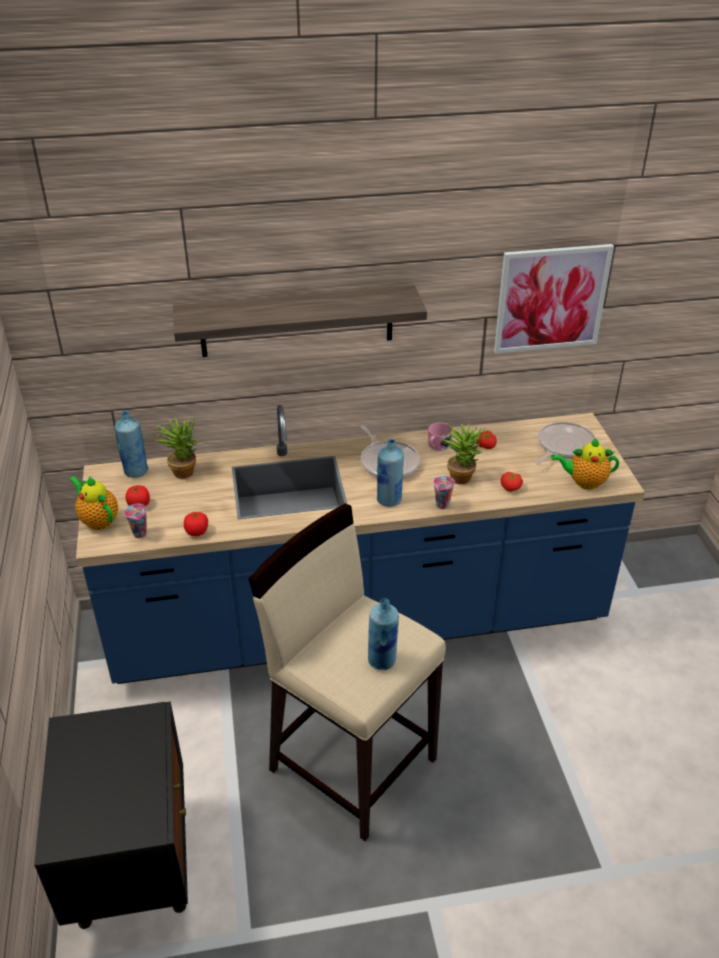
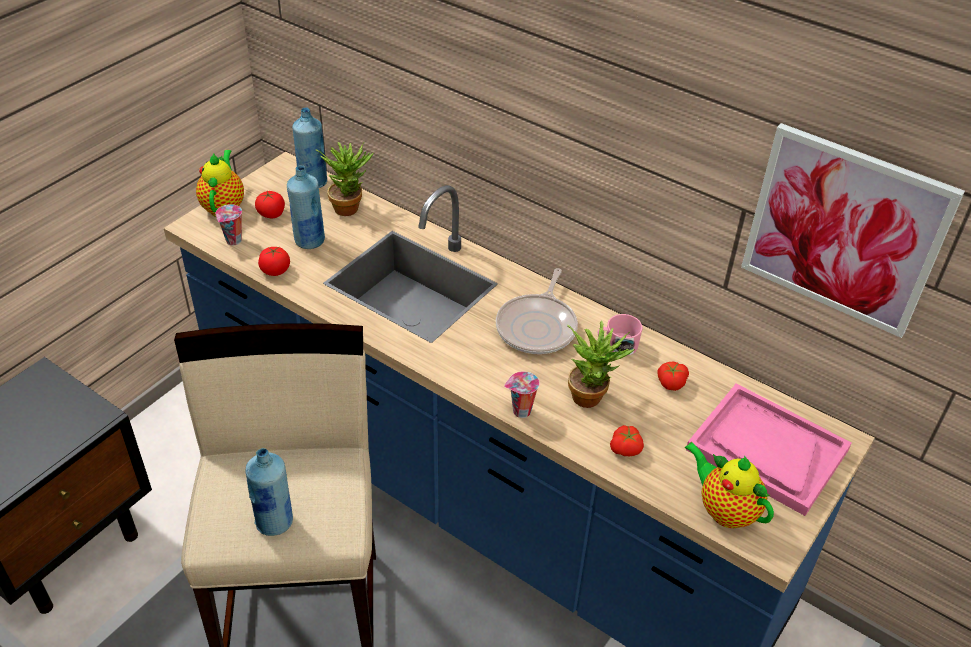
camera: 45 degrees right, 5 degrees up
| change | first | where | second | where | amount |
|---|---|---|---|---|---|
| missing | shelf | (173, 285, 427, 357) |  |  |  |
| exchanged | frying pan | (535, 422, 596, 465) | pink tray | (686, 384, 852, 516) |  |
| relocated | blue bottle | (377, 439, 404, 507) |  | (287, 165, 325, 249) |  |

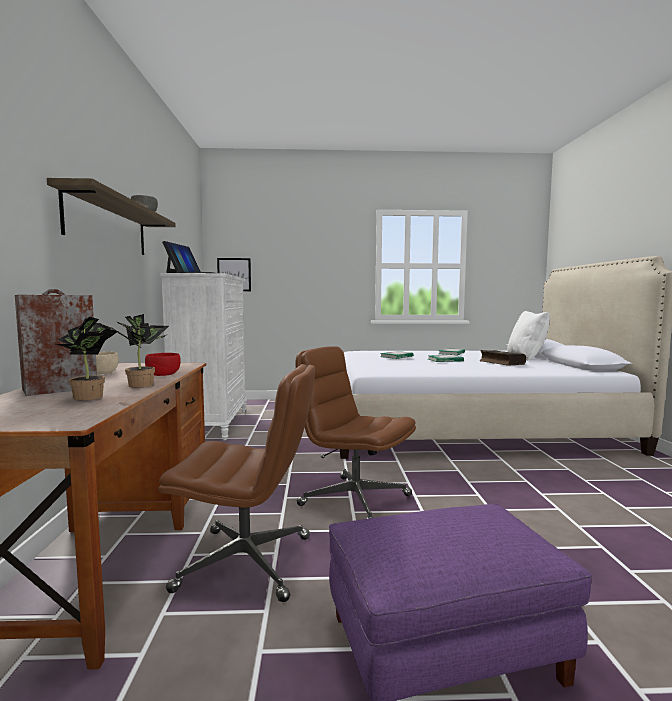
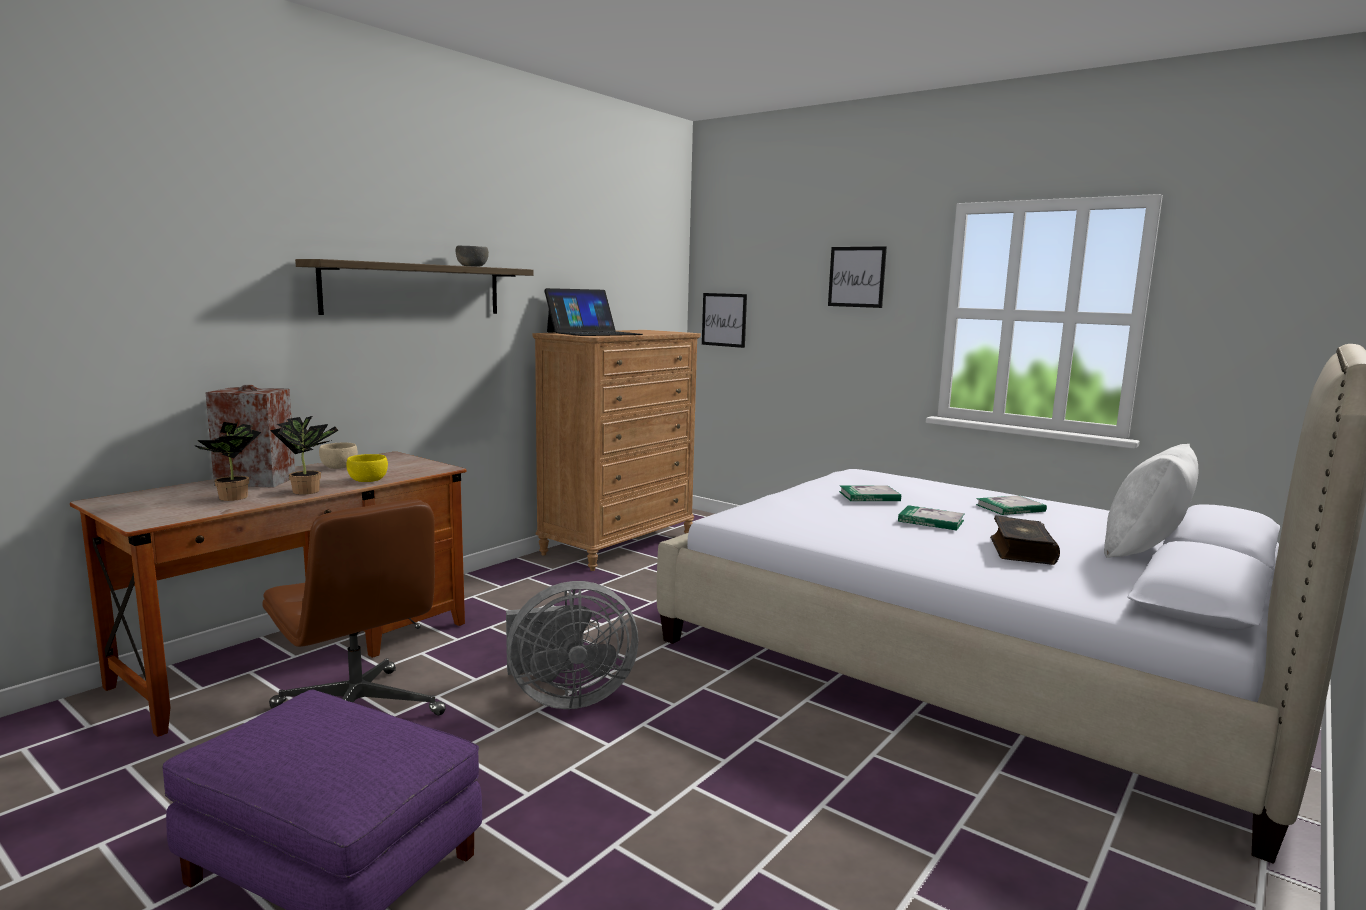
camera: 40 degrees right, 5 degrees up
| change | first | where | second | where | amount |
|---|---|---|---|---|---|
| colour | white dresser | (161, 273, 247, 440) | brown dresser | (532, 330, 701, 571) |  |
| exchanged | brown office chair | (295, 346, 416, 519) | grey fan | (506, 581, 638, 709) |  |
| colour | red bowl | (145, 353, 181, 376) | yellow bowl | (346, 454, 388, 482) |  |
| appeared |  |  | picture | (828, 246, 887, 308) |  |

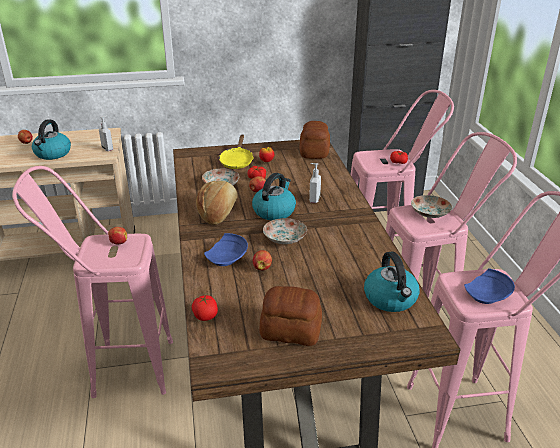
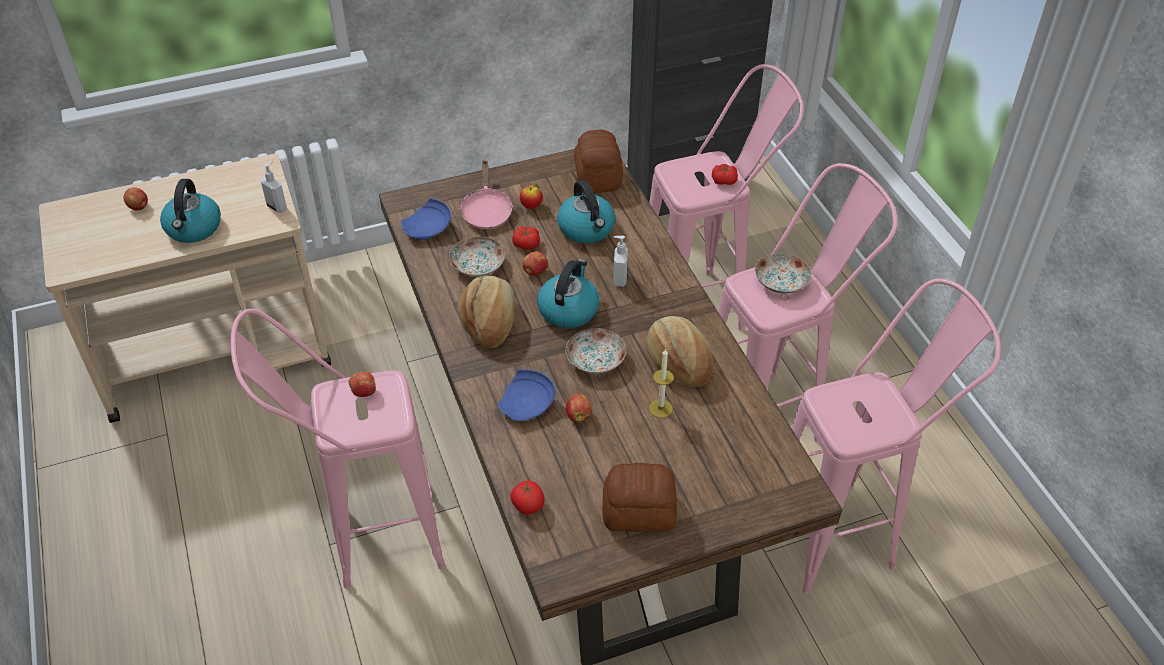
camera: 10 degrees left, 15 degrees up
| change | first | where | second | where | amount |
|---|---|---|---|---|---|
| colour | yellow frying pan | (219, 134, 253, 169) | pink frying pan | (460, 160, 513, 229) |  |
| relocated | kettle | (364, 251, 420, 312) |  | (557, 180, 615, 243) |  |
| relocated | blue plate | (464, 268, 515, 304) |  | (401, 198, 451, 240) |  |
| appeared |  |  | bread | (645, 316, 713, 387) |  |
| appeared |  |  | candle | (649, 349, 674, 418) |  |

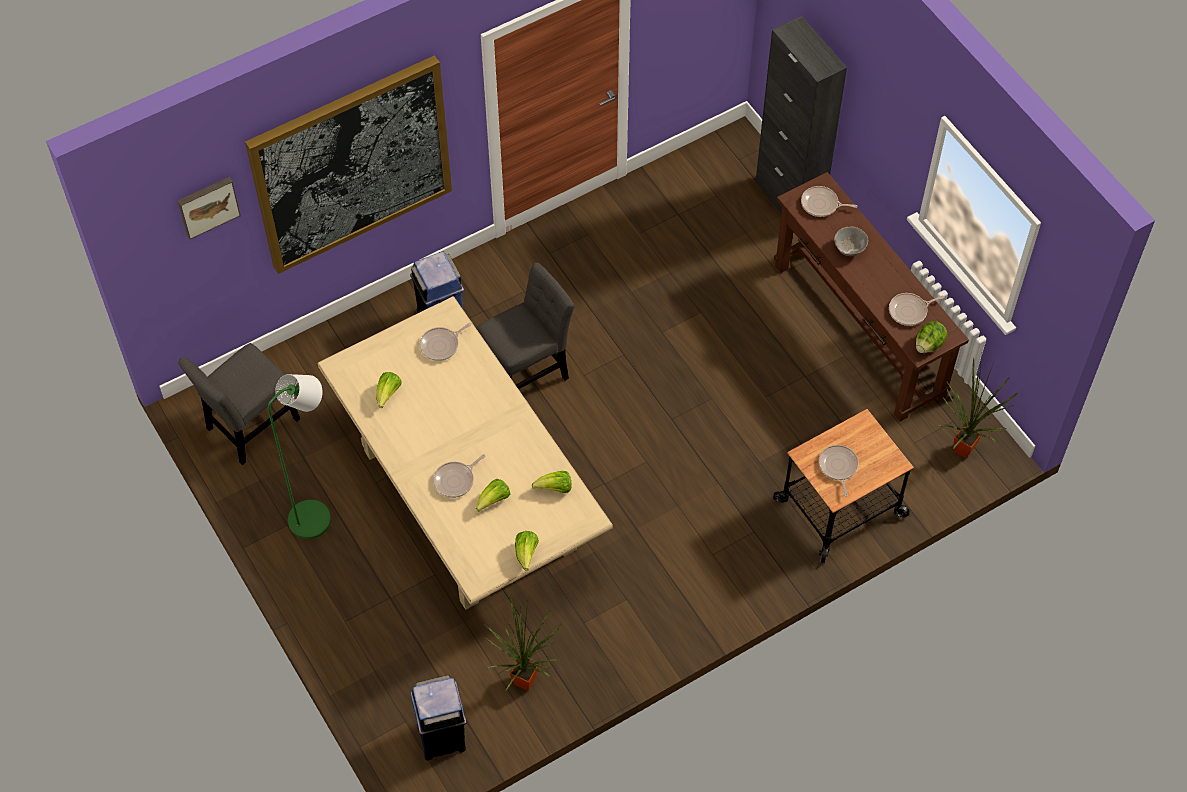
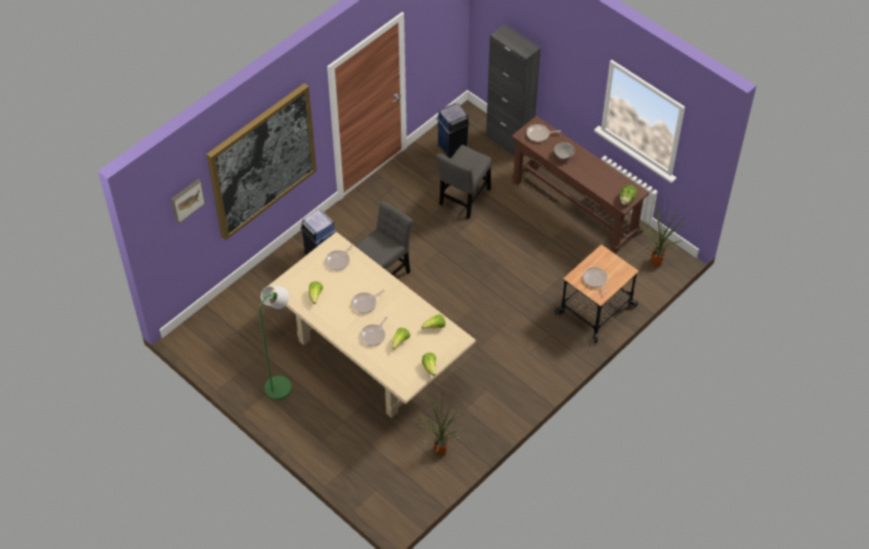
camera: 15 degrees left, 5 degrees down
| change | first | where | second | where | amount |
|---|---|---|---|---|---|
| relocated | frying pan | (889, 293, 944, 326) |  | (351, 290, 385, 313) |  |
| relocated | grey chair | (178, 343, 300, 465) |  | (436, 145, 492, 219) |  |
| relocated | blue trash can | (410, 675, 467, 761) |  | (436, 103, 470, 158) |  |

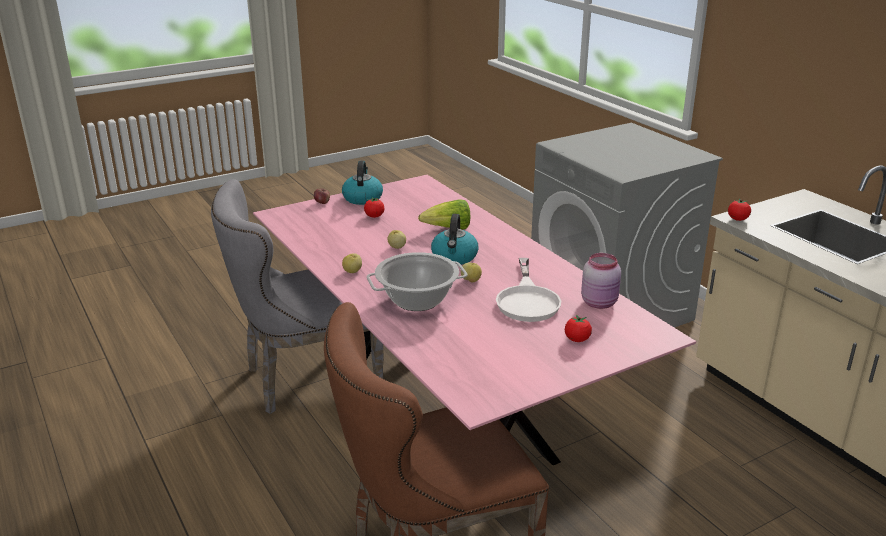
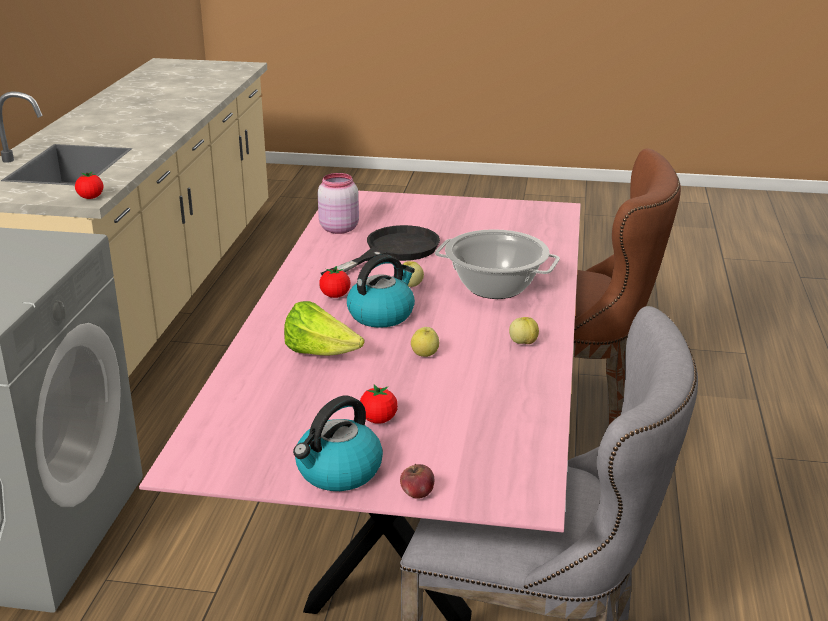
camera: 140 degrees left, 0 degrees up
| change | first | where | second | where | amount |
|---|---|---|---|---|---|
| colour | white frying pan | (496, 258, 561, 322) | black frying pan | (321, 225, 440, 275) |  |
| relocated | tomato | (565, 315, 592, 342) |  | (319, 266, 350, 298) |  |

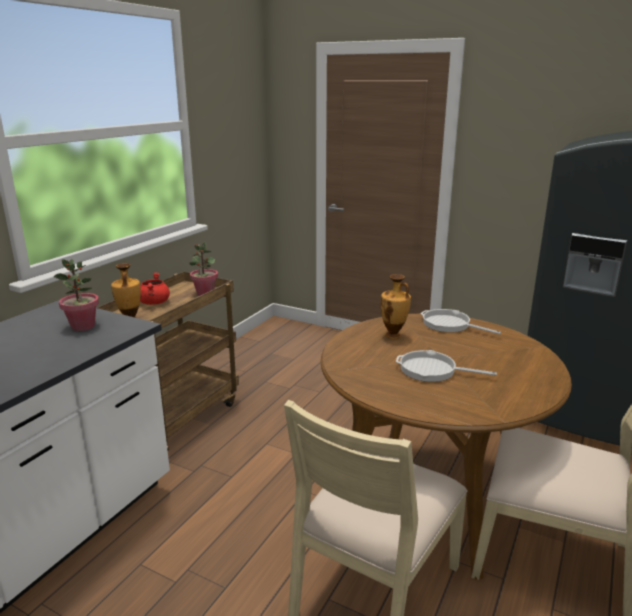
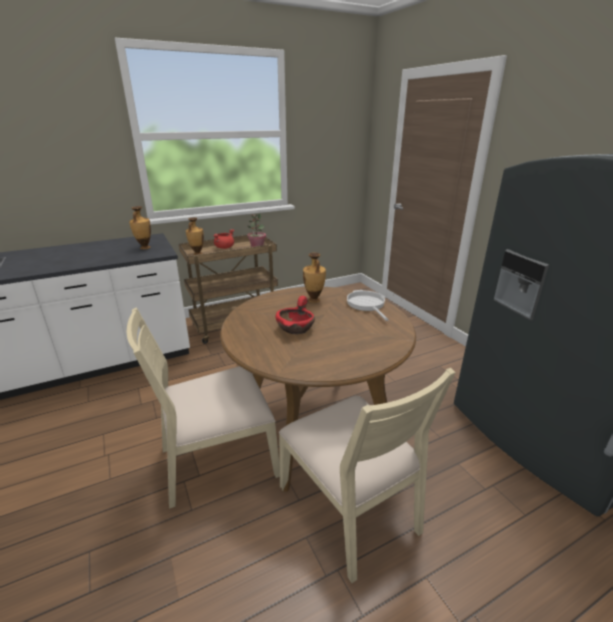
camera: 35 degrees right, 5 degrees up
| change | first | where | second | where | amount |
|---|---|---|---|---|---|
| exchanged | potted plant | (54, 259, 99, 331) | vase | (129, 206, 151, 249) |  |
| exchanged | frying pan | (396, 350, 497, 382) | red bowl | (276, 296, 315, 334) |  |

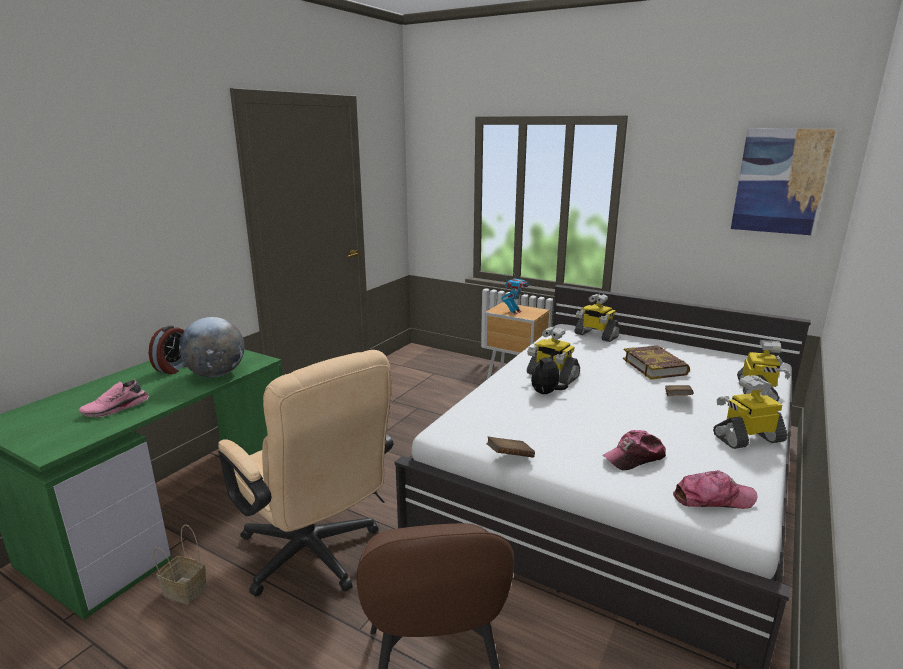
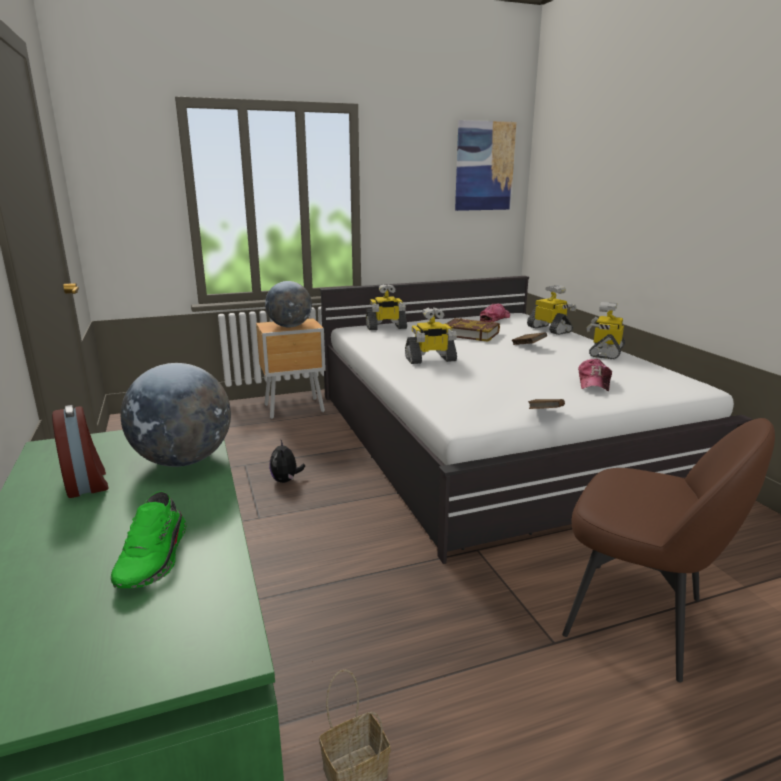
camera: 50 degrees left, 0 degrees up
| change | first | where | second | where | amount |
|---|---|---|---|---|---|
| exchanged | toy robot | (501, 272, 529, 315) | globe | (265, 281, 312, 327) |  |
| missing | beige office chair | (218, 350, 393, 596) |  |  |  |
| relocated | plush toy | (531, 353, 568, 394) |  | (269, 440, 305, 483) |  |
| colour | pink shoe | (79, 380, 149, 417) | green shoe | (111, 491, 187, 588) |  |
| relocated | cap | (673, 470, 757, 509) |  | (480, 304, 510, 322) |  |

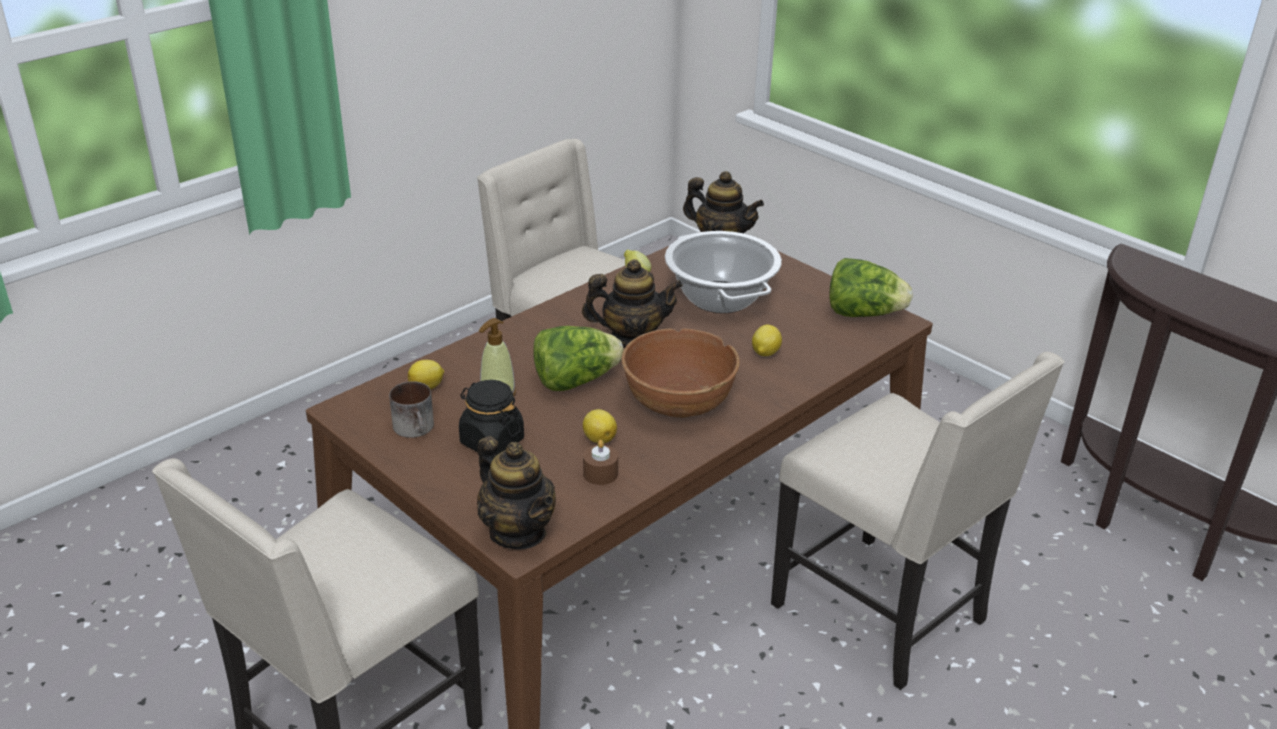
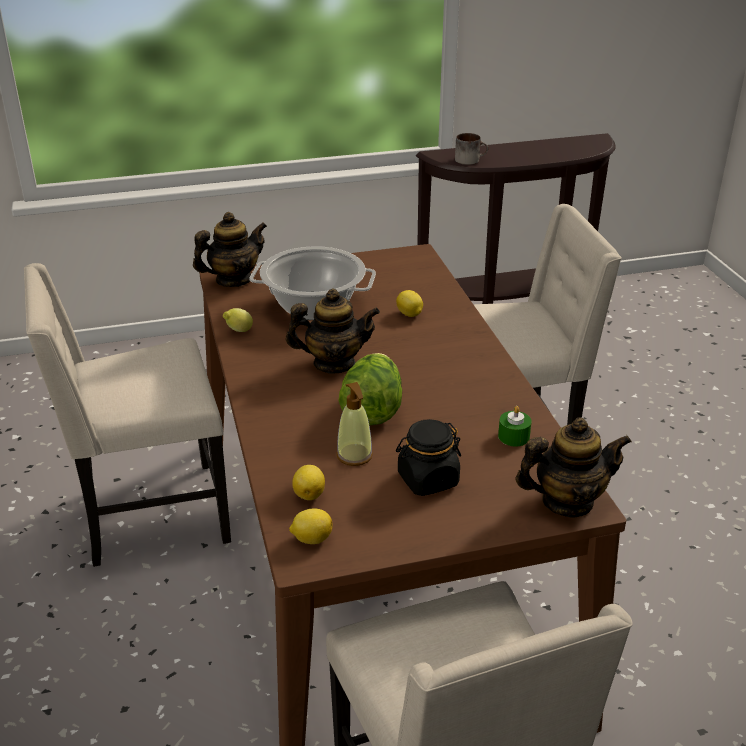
camera: 60 degrees left, 0 degrees up
| change | first | where | second | where | amount |
|---|---|---|---|---|---|
| missing | lettuce | (829, 258, 913, 317) |  |  |  |
| spun | teapot | (582, 259, 683, 348) |  | (286, 289, 380, 374) | 60 degrees clockwise |
| missing | brown bowl | (621, 328, 740, 418) |  |  |  |
| relocated | mug | (389, 381, 434, 438) |  | (455, 133, 488, 165) |  |
| relocated | lemon | (583, 409, 617, 443) |  | (289, 508, 333, 544) |  |
| colour | brown candle | (583, 440, 618, 485) | green candle | (498, 406, 532, 447) |  |

